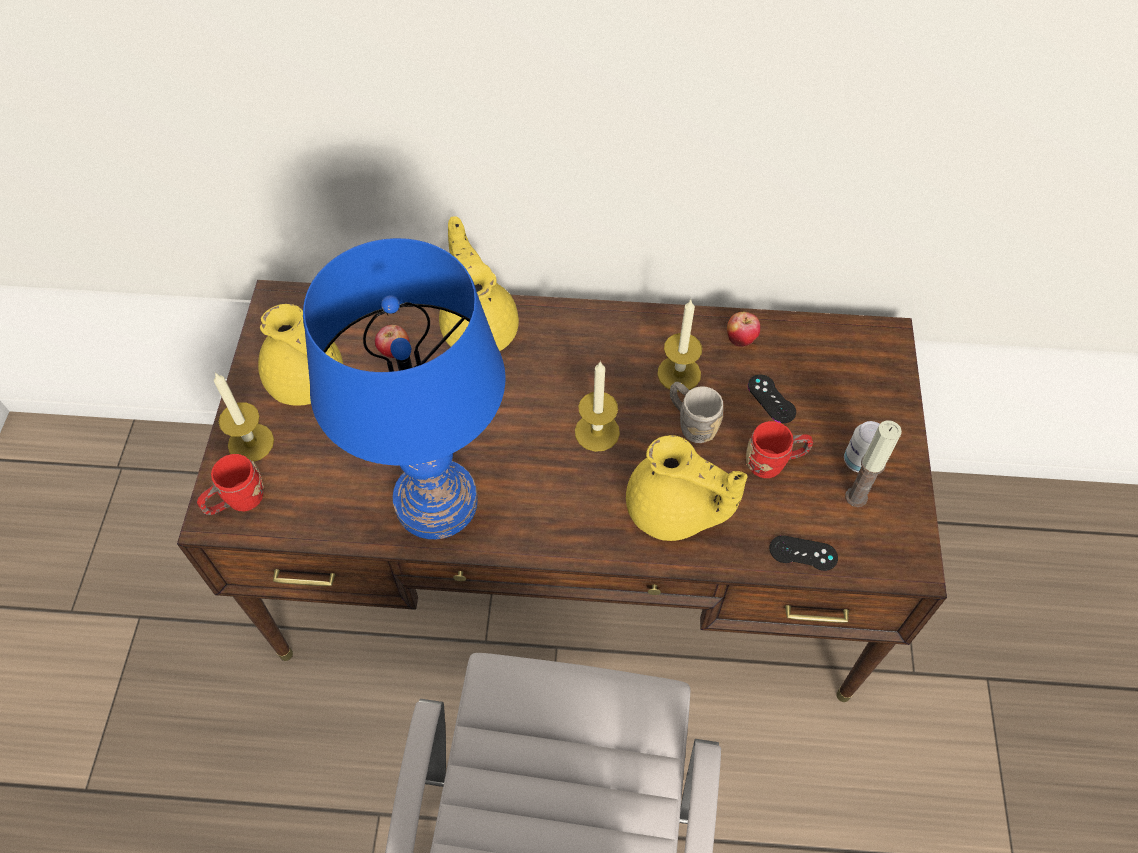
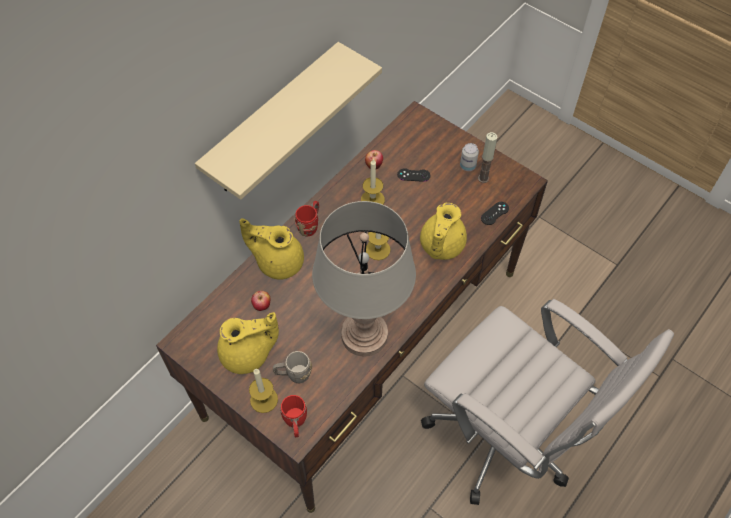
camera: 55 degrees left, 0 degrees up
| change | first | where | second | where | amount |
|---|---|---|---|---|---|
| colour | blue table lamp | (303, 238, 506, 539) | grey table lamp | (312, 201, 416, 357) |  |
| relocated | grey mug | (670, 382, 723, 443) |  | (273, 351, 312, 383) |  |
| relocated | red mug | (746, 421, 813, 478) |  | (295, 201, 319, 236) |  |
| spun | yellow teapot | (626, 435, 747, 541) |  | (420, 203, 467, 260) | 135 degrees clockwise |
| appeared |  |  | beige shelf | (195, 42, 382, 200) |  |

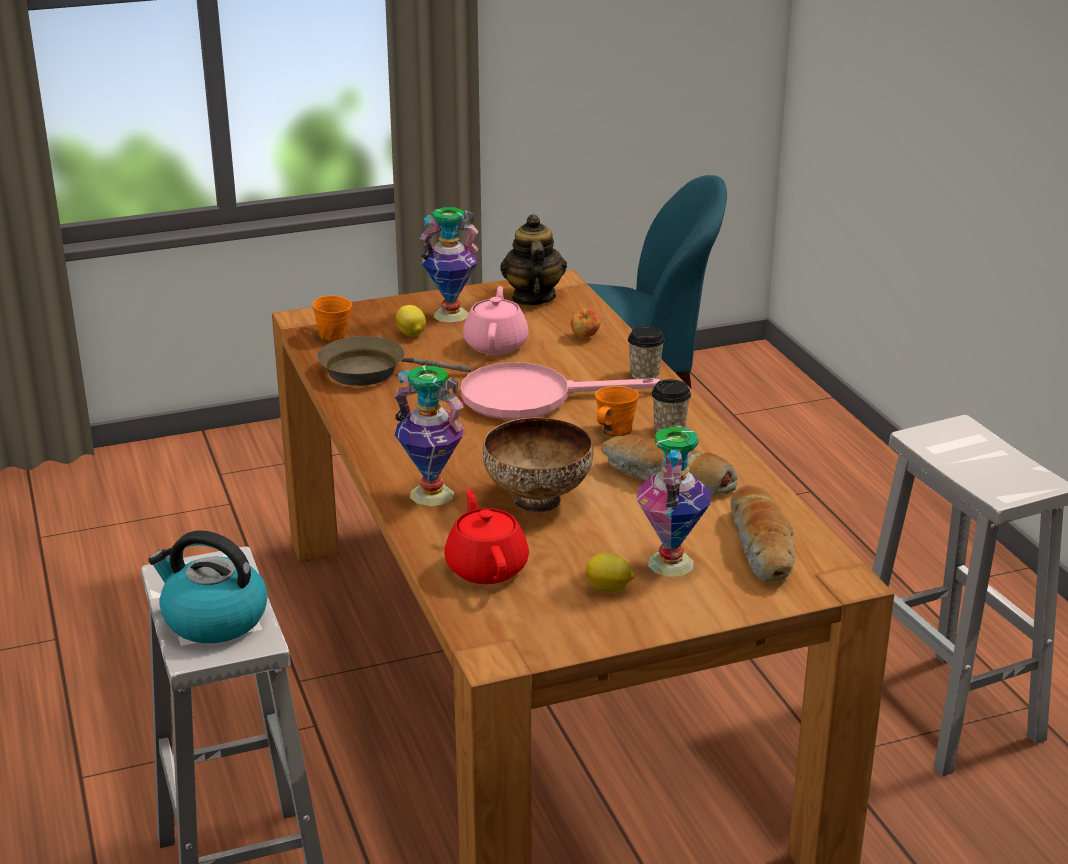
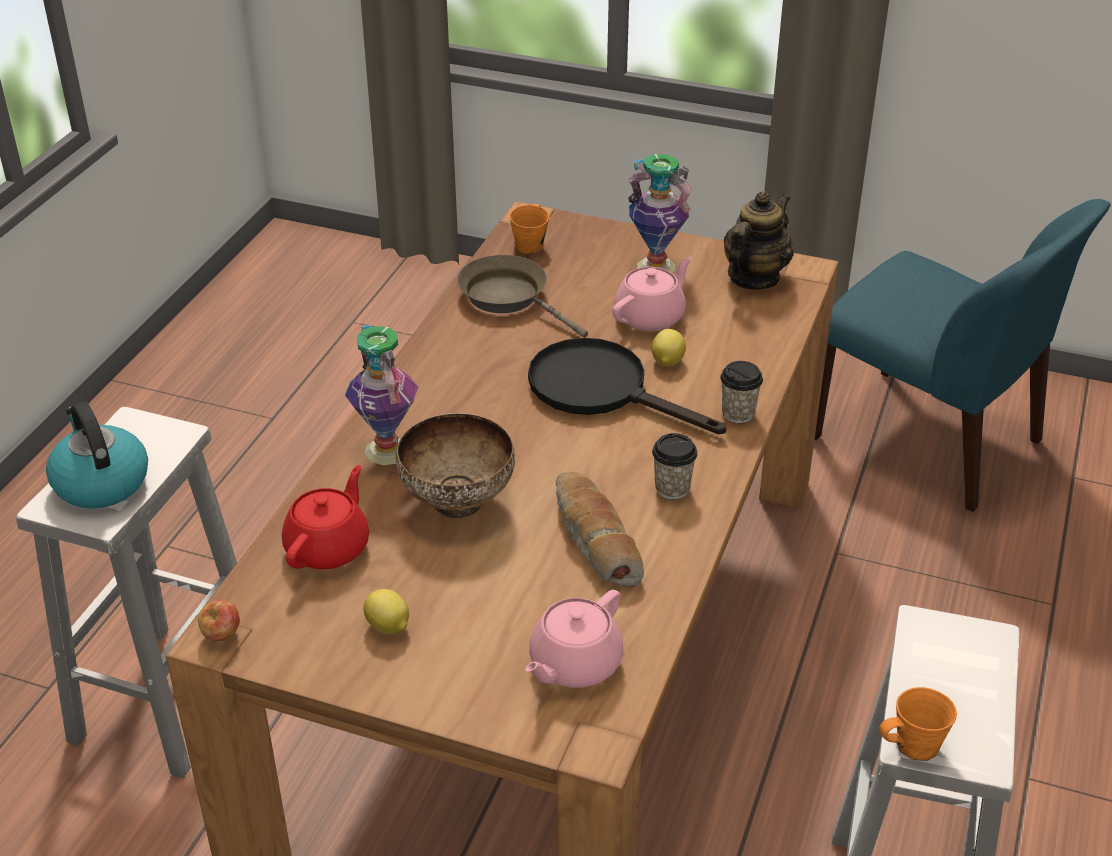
camera: 40 degrees right, 10 degrees up
| change | first | where | second | where | amount |
|---|---|---|---|---|---|
| relocated | lemon | (395, 305, 426, 336) |  | (652, 329, 686, 366) |  |
| relocated | apple | (571, 309, 600, 338) |  | (198, 599, 240, 641) |  |
| colour | pink frying pan | (461, 362, 660, 420) | black frying pan | (528, 338, 726, 434) |  |
| relocated | orange mug | (595, 386, 639, 436) |  | (879, 687, 957, 761) |  |
| missing | vase | (637, 425, 711, 577) |  |  |  |
| exchanged | bread | (730, 485, 795, 581) | pink teapot | (525, 590, 624, 688) |  |

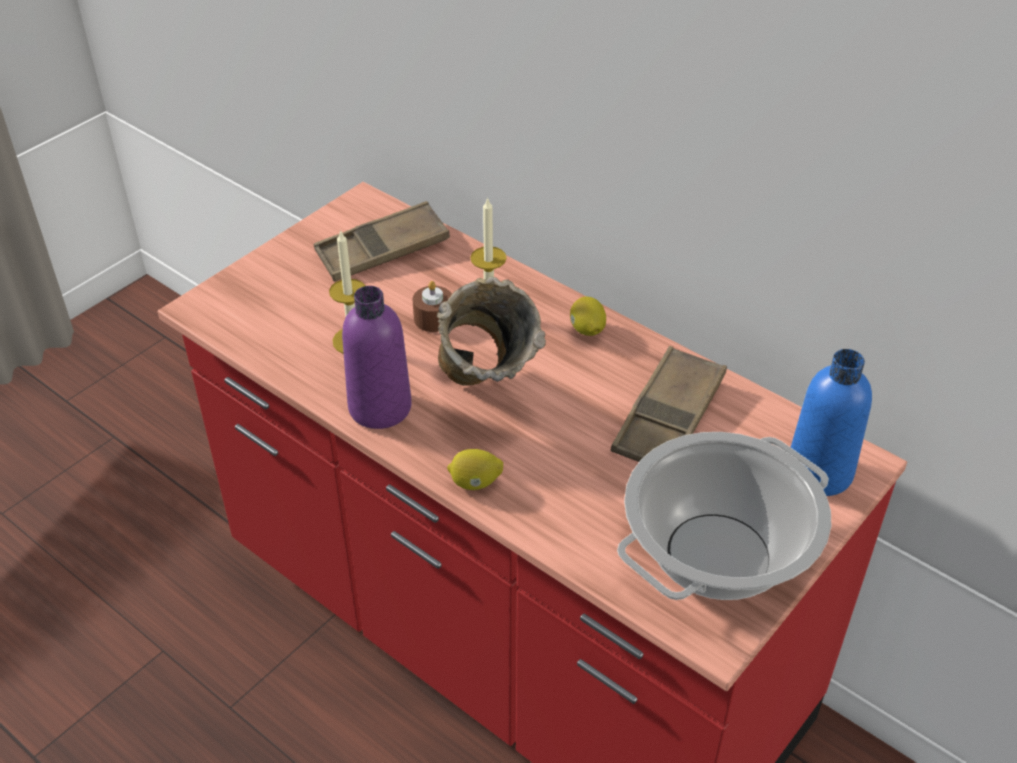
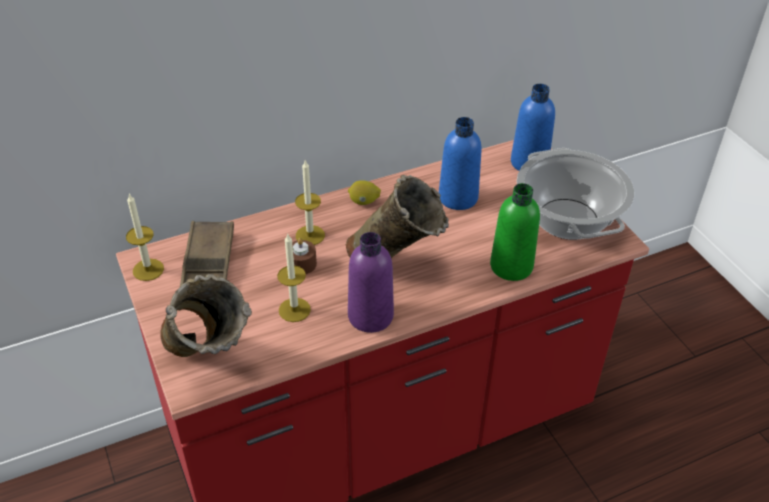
camera: 65 degrees left, 0 degrees up
| change | first | where | second | where | amount |
|---|---|---|---|---|---|
| exchanged | brown tray | (611, 346, 727, 462) | blue bottle | (439, 117, 482, 210) |  |
| missing | lemon | (447, 449, 503, 490) |  |  |  |
| appeared |  |  | green bottle | (490, 183, 540, 281) |  |
| appeared |  |  | candle | (126, 193, 164, 281) |  |
| appeared |  |  | beige vase | (160, 273, 252, 357) |  |

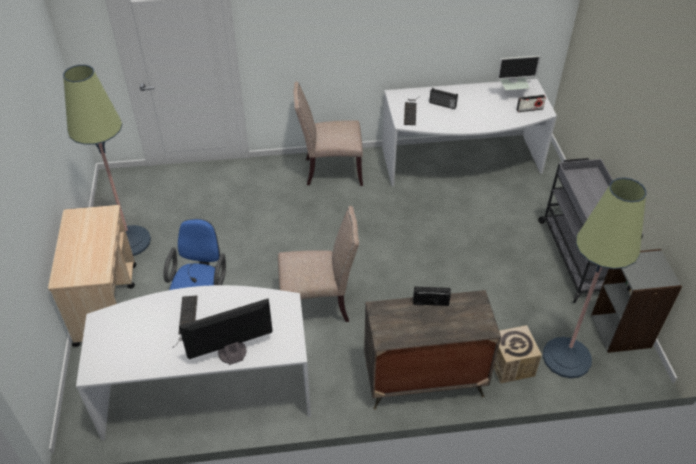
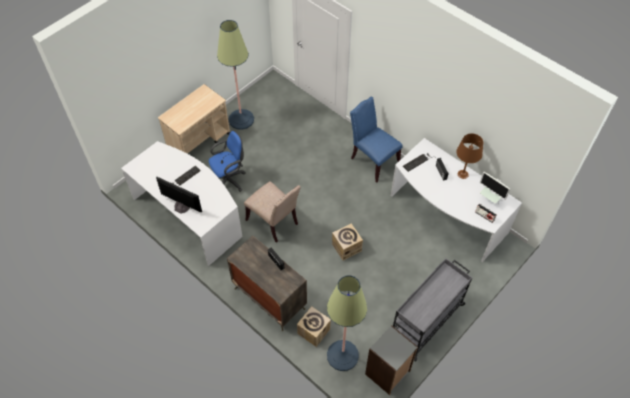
camera: 50 degrees right, 10 degrees up
| change | first | where | second | where | amount |
|---|---|---|---|---|---|
| colour | beige chair | (294, 82, 363, 186) | blue chair | (350, 97, 403, 183) |  |
| appeared |  |  | brown table lamp | (456, 133, 483, 179) |  |
| appeared |  |  | cardboard box | (332, 224, 363, 260) |  |

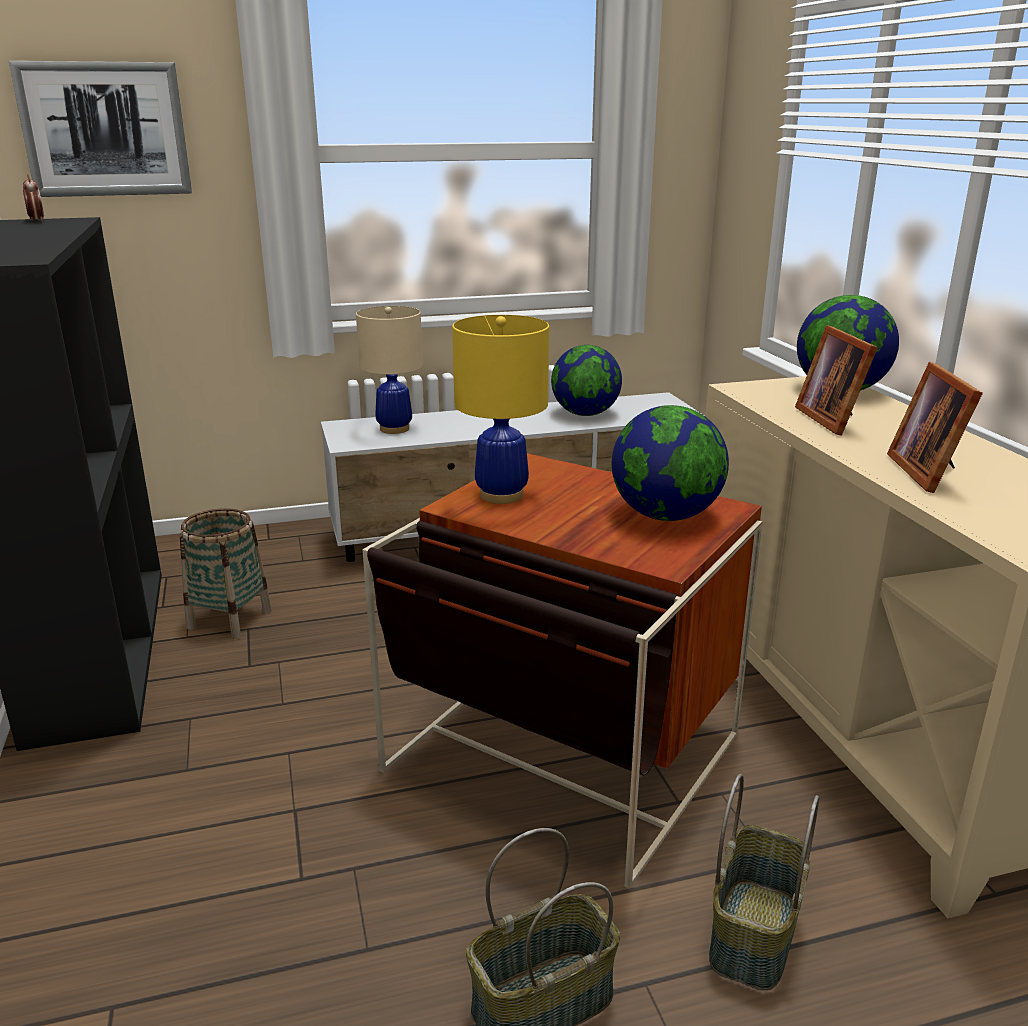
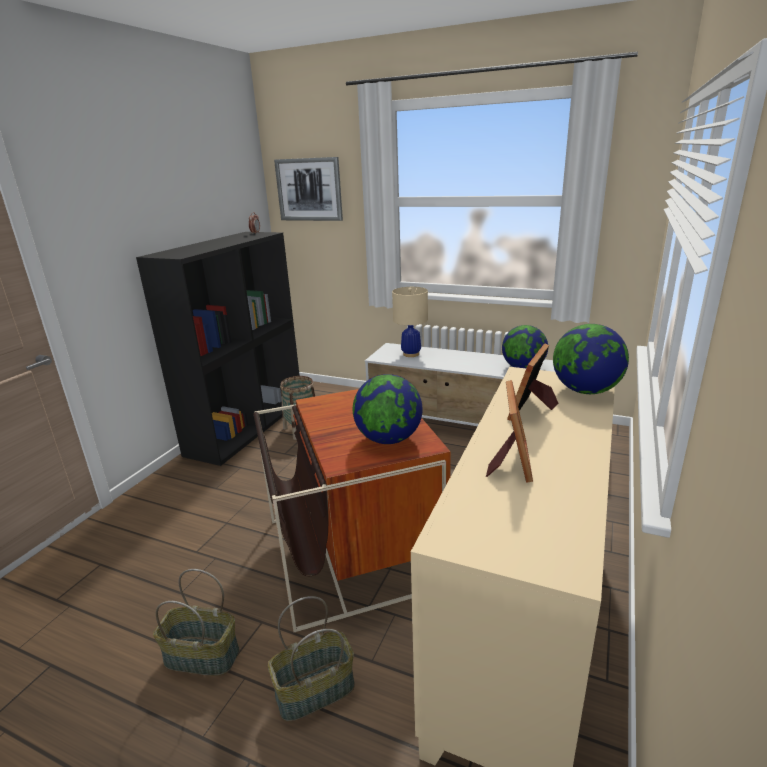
camera: 40 degrees right, 0 degrees up
| change | first | where | second | where | amount |
|---|---|---|---|---|---|
| missing | yellow table lamp | (452, 315, 549, 504) |  |  |  |
| spun | picture frame | (887, 362, 983, 493) |  | (486, 380, 533, 483) | 150 degrees clockwise |

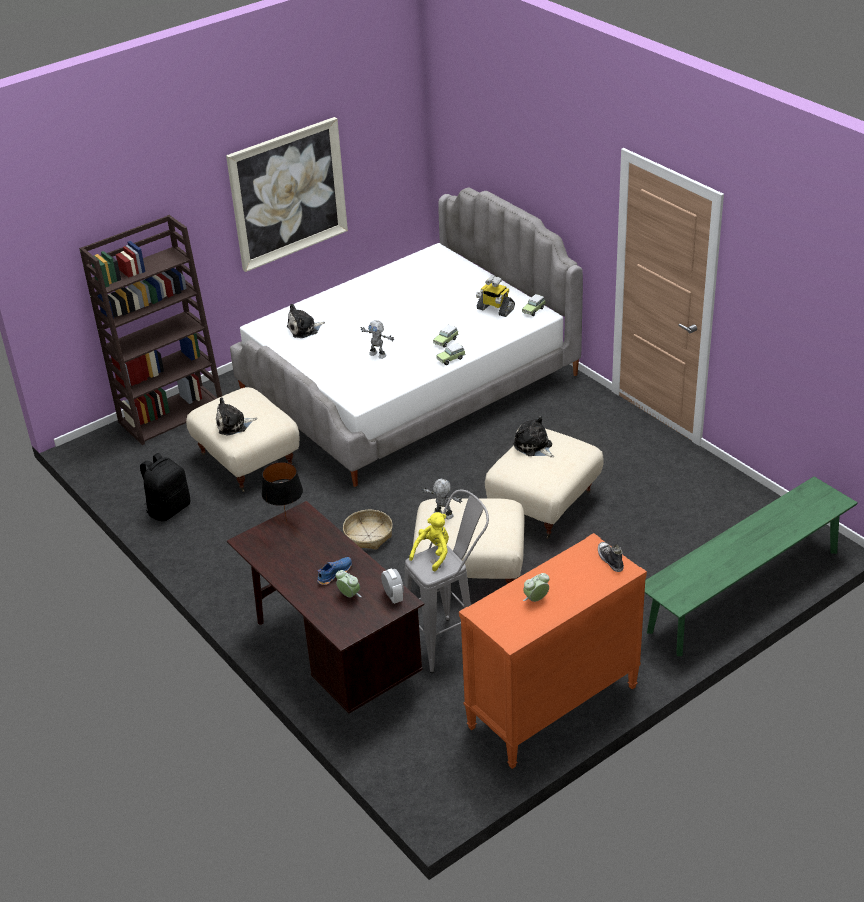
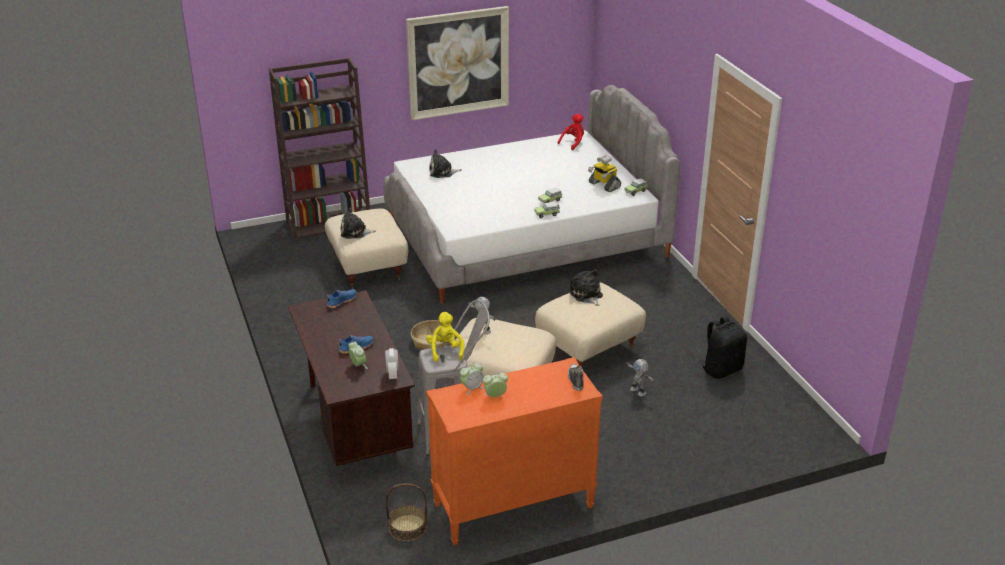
camera: 15 degrees right, 5 degrees down
| change | first | where | second | where | amount |
|---|---|---|---|---|---|
| relocated | toy robot | (360, 320, 394, 359) |  | (626, 359, 656, 396) |  |
| relocated | black backpack | (140, 453, 190, 521) |  | (700, 316, 747, 379) |  |
| exchanged | black table lamp | (262, 462, 303, 521) | blue shoe | (327, 289, 357, 308) |  |
| missing | green bench | (645, 476, 858, 656) |  |  |  |
| spun | yellow plush toy | (409, 512, 449, 572) |  | (426, 312, 465, 362) | 60 degrees counterclockwise |
| appeared |  |  | red plush toy | (557, 114, 584, 150) |  |
| appeared |  |  | alarm clock | (460, 362, 484, 395) |  |
| appeared |  |  | basket | (385, 483, 427, 541) |  |

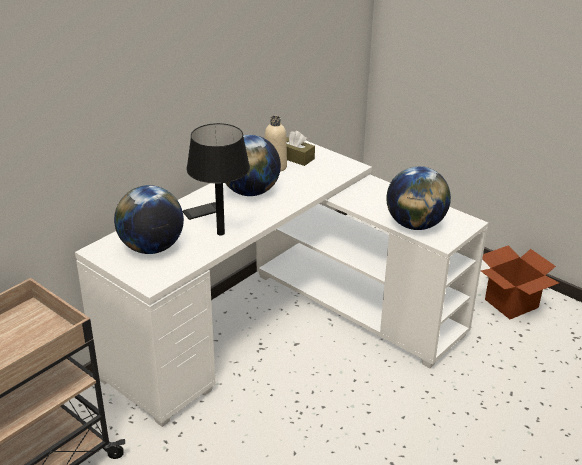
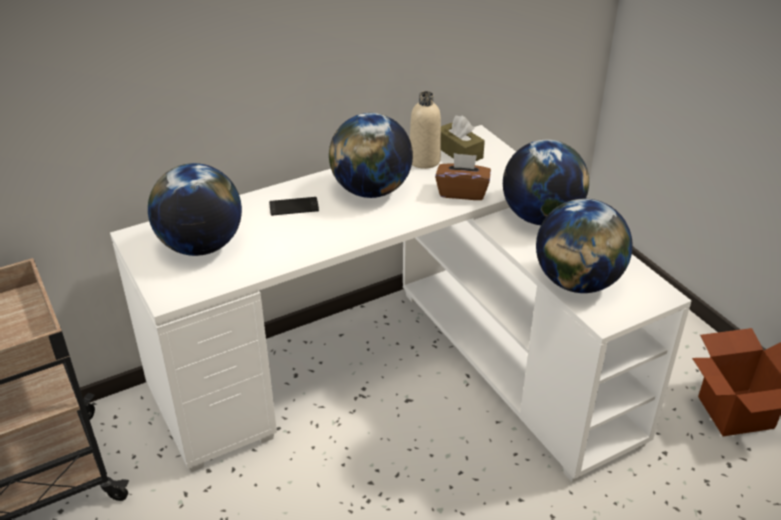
camera: 20 degrees right, 5 degrees up
| change | first | where | second | where | amount |
|---|---|---|---|---|---|
| missing | black table lamp | (186, 123, 250, 236) |  |  |  |
| appeared |  |  | globe | (503, 140, 589, 225) |  |
| appeared |  |  | brown tissue box | (435, 153, 491, 200) |  |

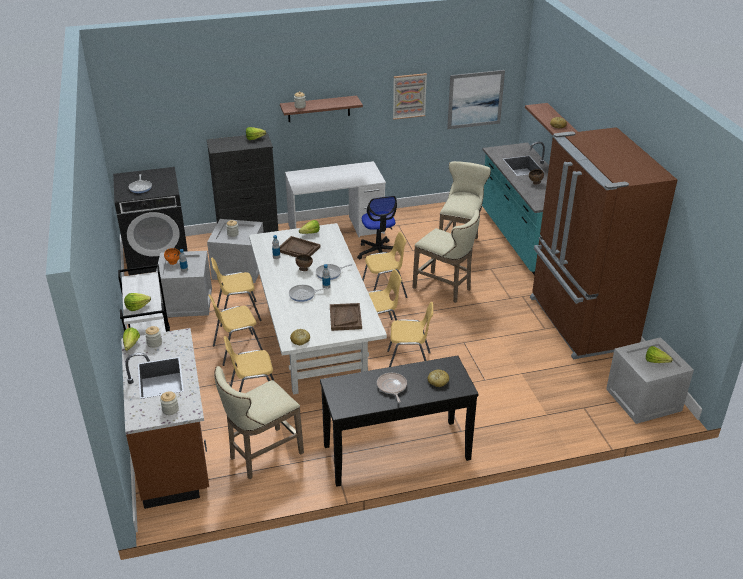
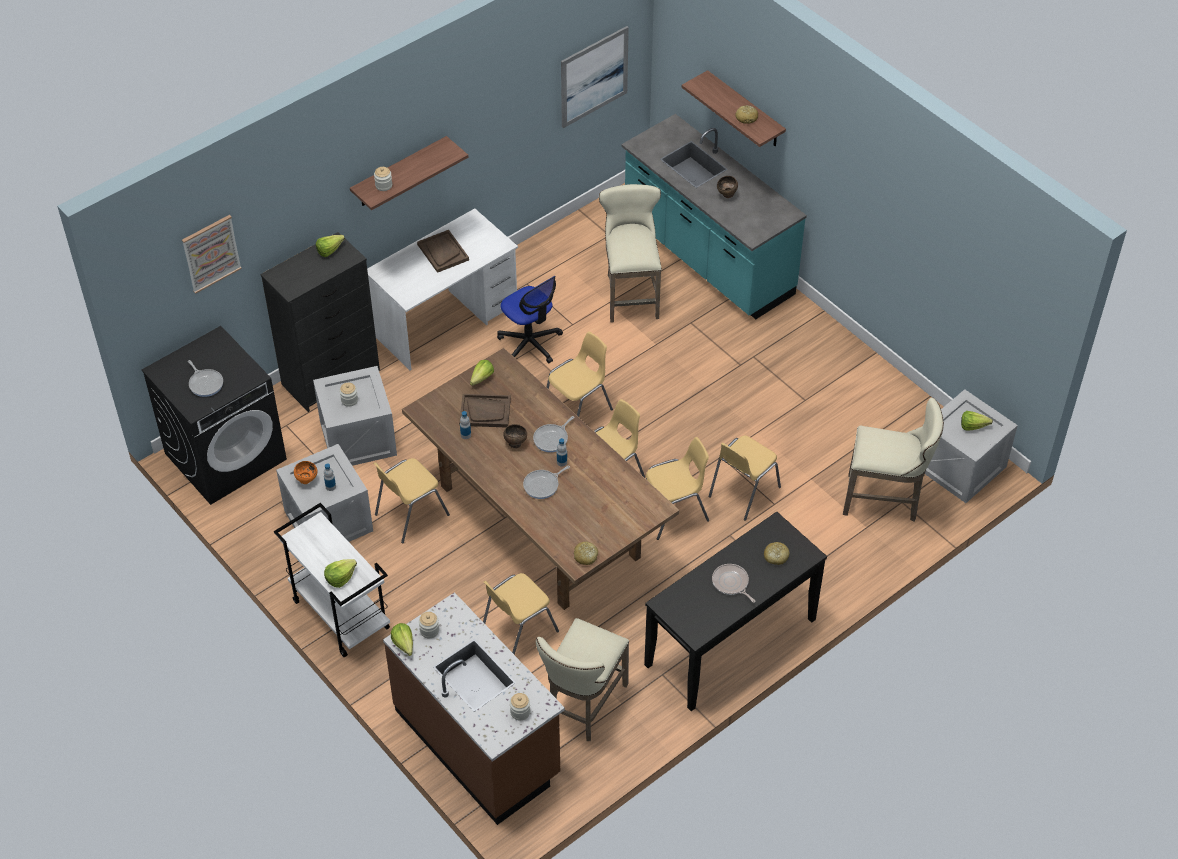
camera: 25 degrees left, 15 degrees up
| change | first | where | second | where | amount |
|---|---|---|---|---|---|
| relocated | picture | (393, 73, 427, 120) |  | (182, 215, 242, 294) |  |
| missing | brown fridge | (530, 127, 677, 359) |  |  |  |
| relocated | beige stool | (412, 210, 480, 303) |  | (843, 398, 944, 522) |  |
| colour | white dining table | (249, 223, 387, 395) | brown dining table | (402, 348, 679, 610) |  |
| relocated | yellow chair | (208, 294, 263, 366) |  | (709, 435, 781, 521) |  |
| relocated | brown tray | (330, 303, 362, 331) |  | (417, 230, 469, 273) |  |

